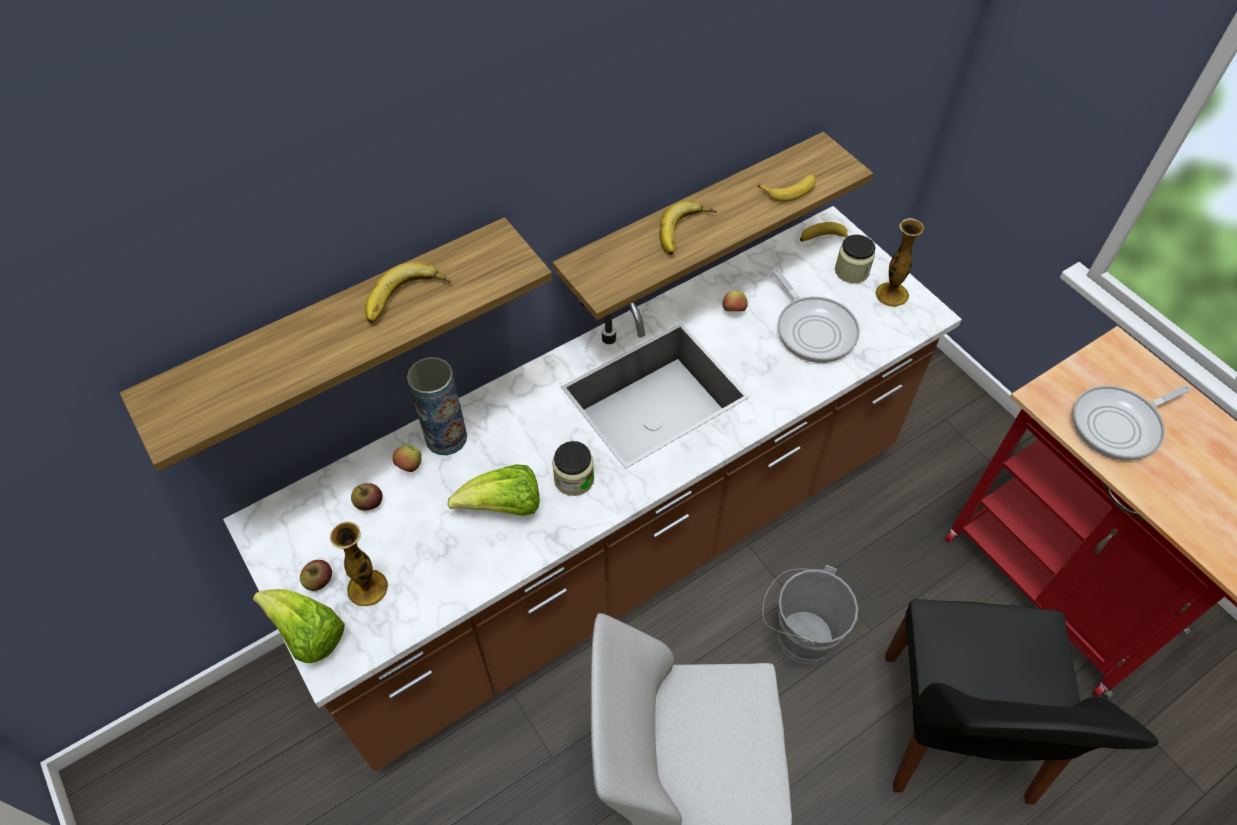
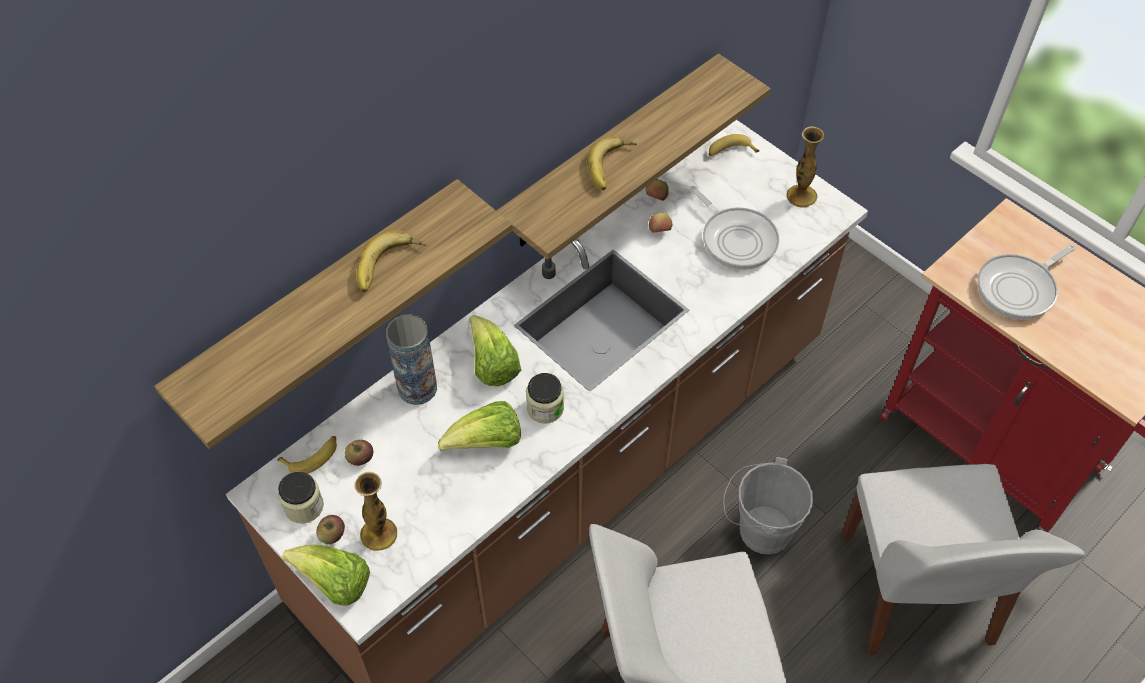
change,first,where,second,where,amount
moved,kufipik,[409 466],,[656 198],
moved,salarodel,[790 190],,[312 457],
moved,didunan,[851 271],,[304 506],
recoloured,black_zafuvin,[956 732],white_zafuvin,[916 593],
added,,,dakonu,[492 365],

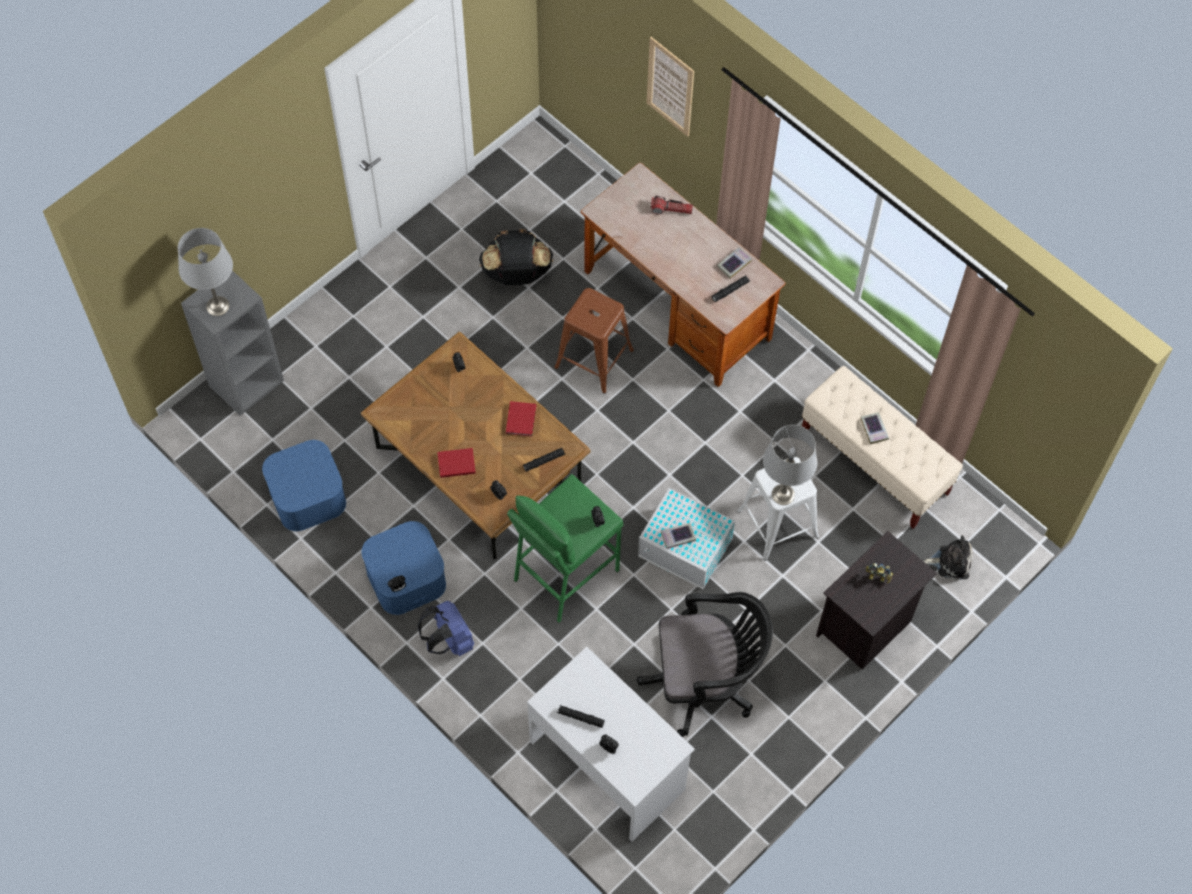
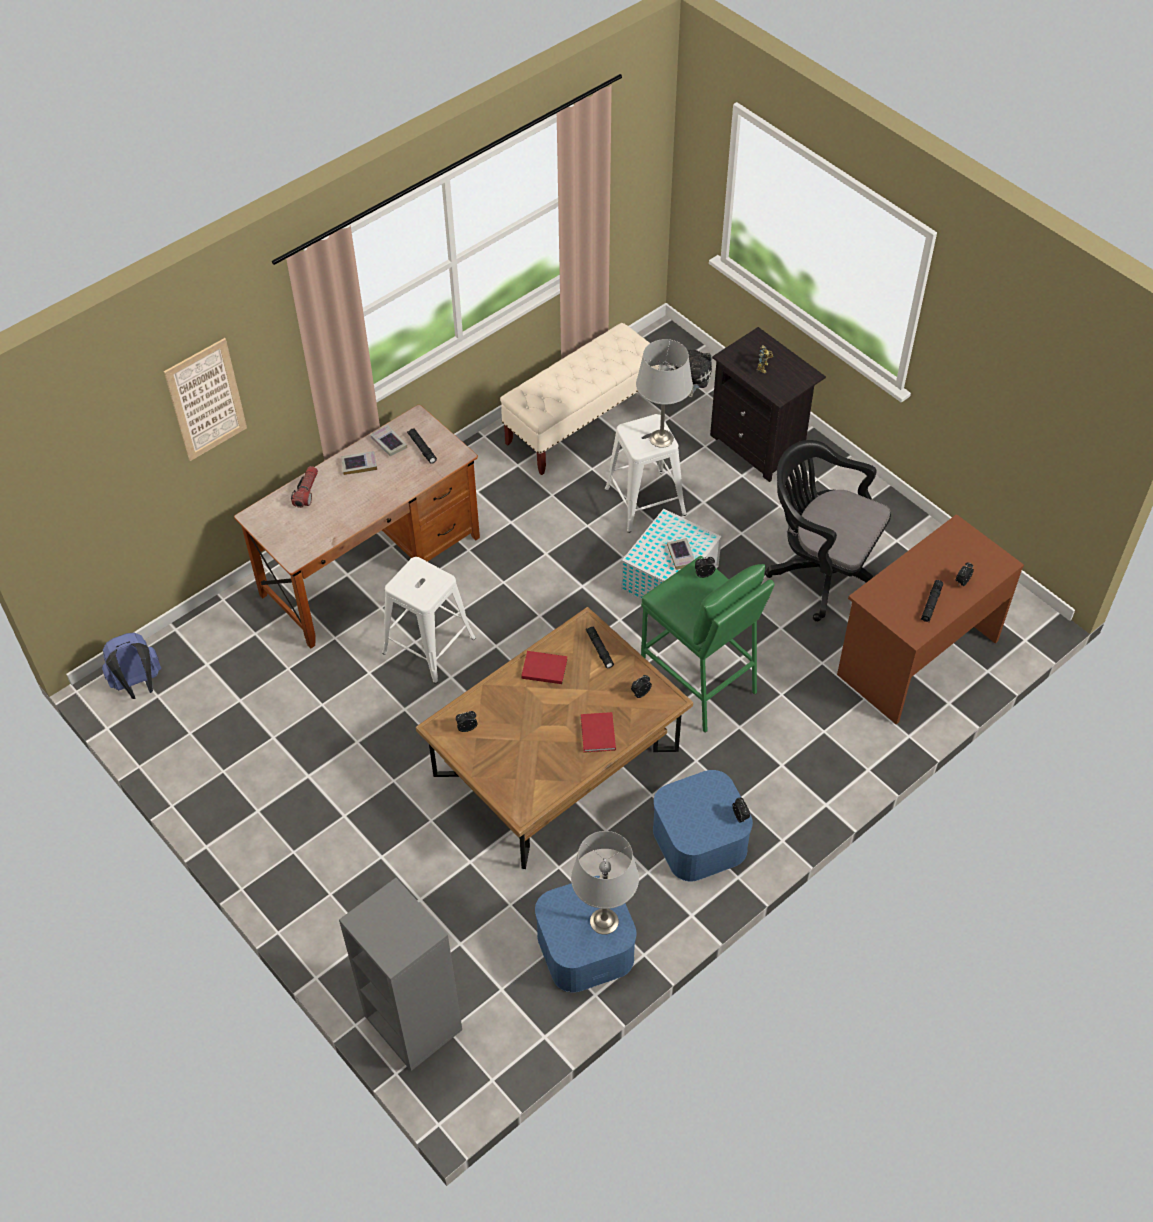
change,first,where,second,where,amount
moved,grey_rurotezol,[218 306],,[604 921],
moved,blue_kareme,[449 640],,[138 685],
removed,black_kareme,[516 274],,,
recoloured,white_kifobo,[608 764],brown_kifobo,[916 656],
recoloured,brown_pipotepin,[594 358],white_pipotepin,[428 645],
turned,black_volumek,[704 682],,[821 571],60 degrees counterclockwise
moved,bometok,[874 429],,[359 465],

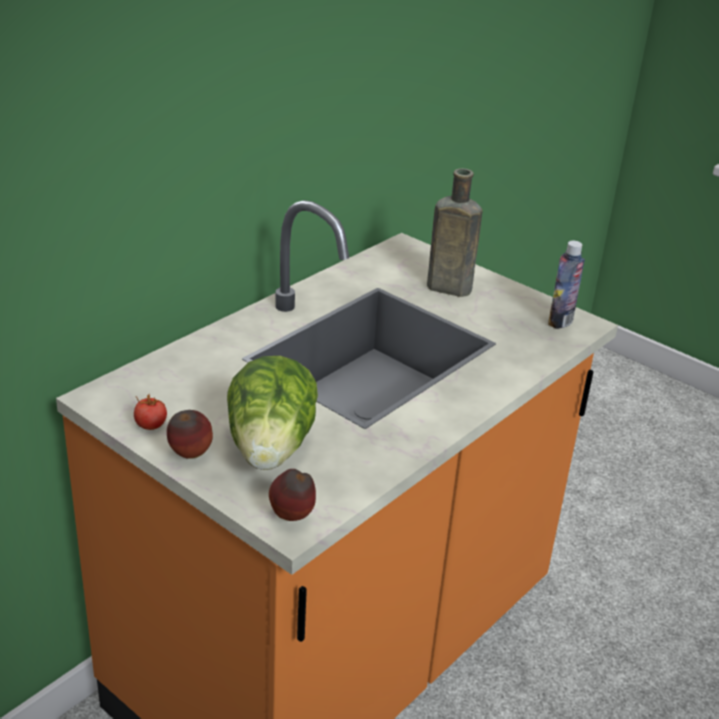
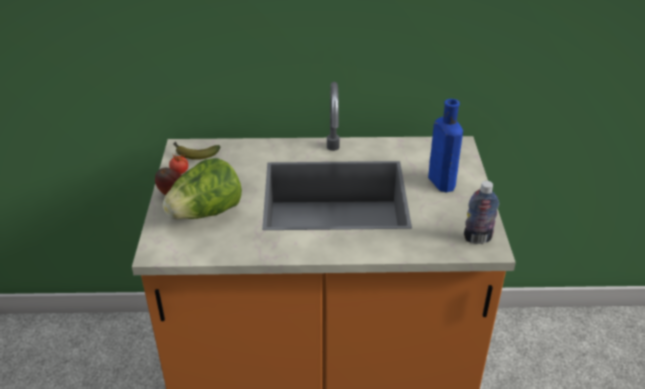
change,first,where,second,where,amount
removed,kufipik,[293 517],,,
recoloured,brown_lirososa,[445 287],blue_lirososa,[440 181],
added,,,salarodel,[194 154],

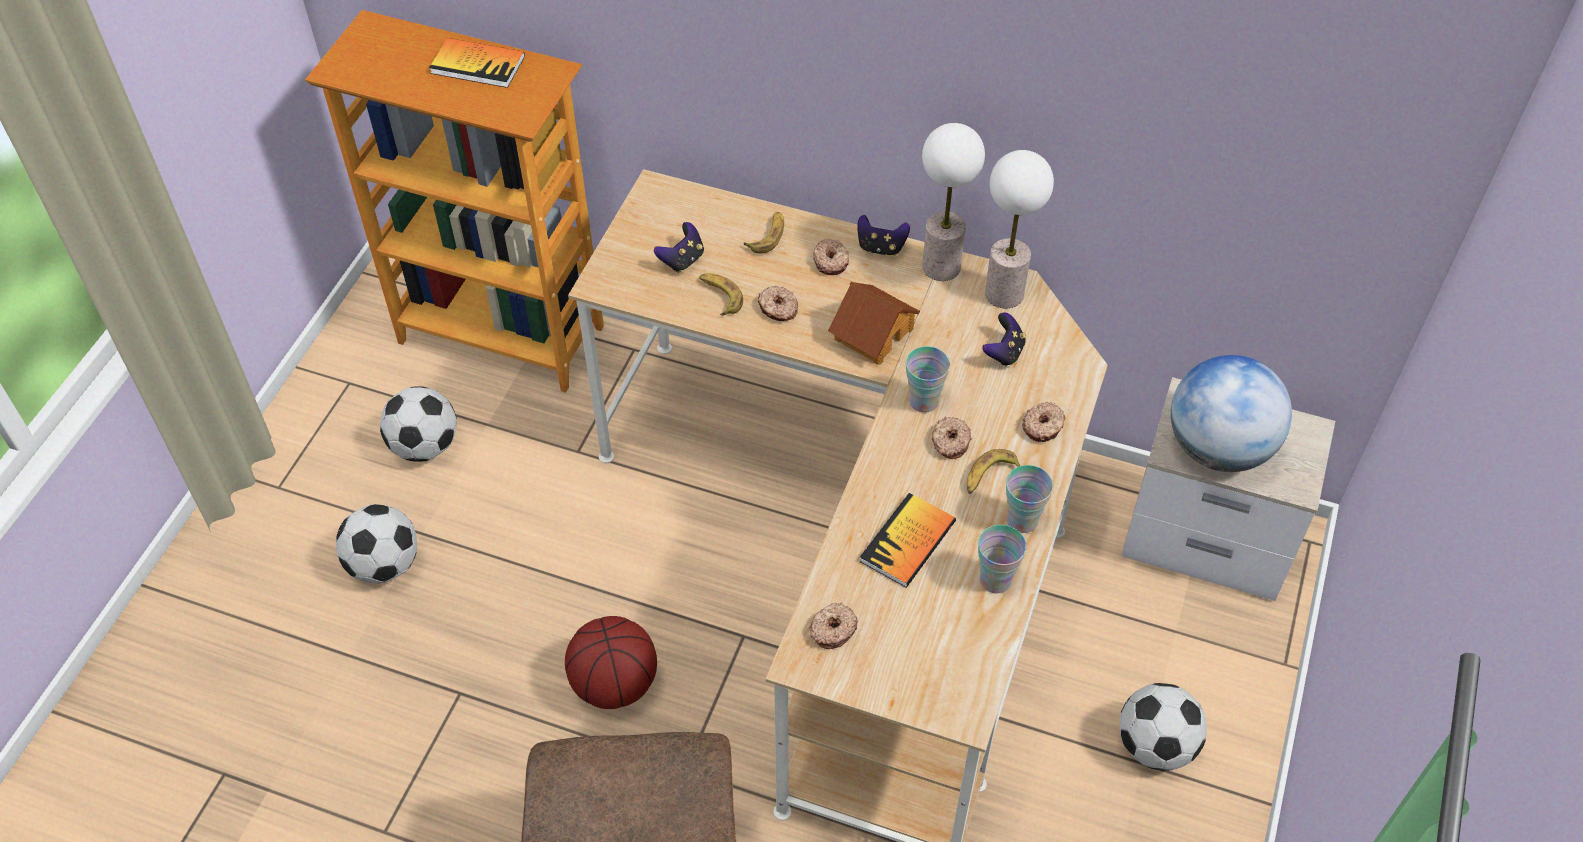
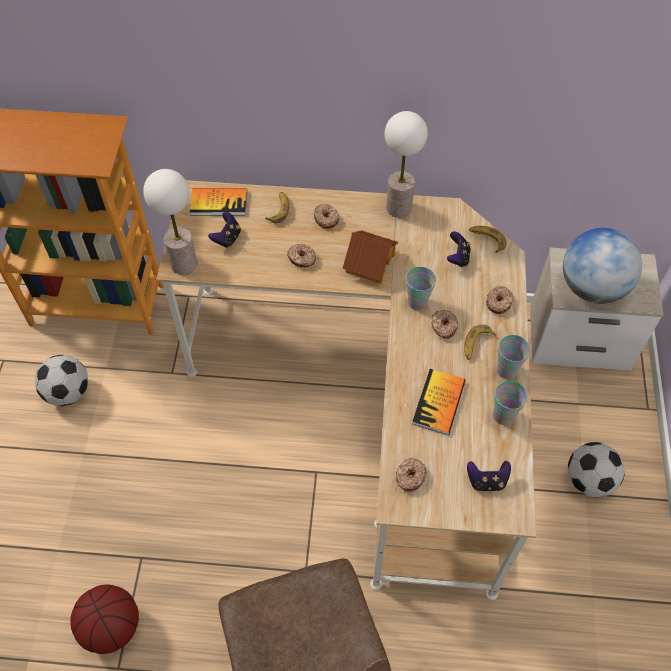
change,first,where,second,where,amount
removed,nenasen,[384 565],,,
moved,bometok,[478 65],,[219 203],
moved,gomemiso,[615 683],,[112 626],
moved,salarodel,[720 296],,[487 240],
moved,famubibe,[881 248],,[486 481],
moved,rurotezol,[1003 293],,[183 263],

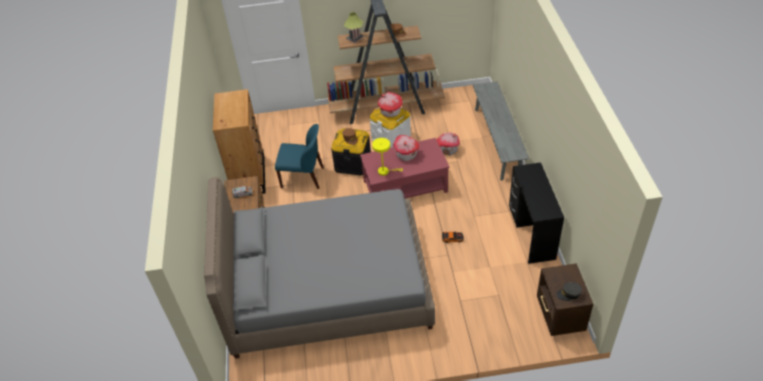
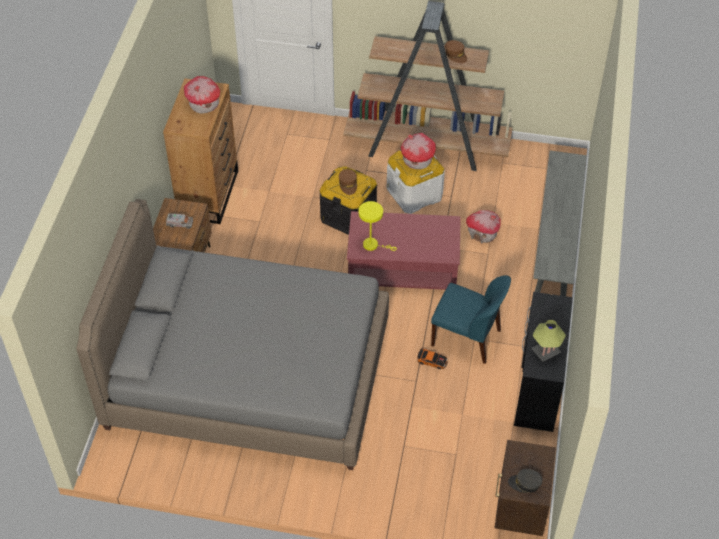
change,first,where,second,where,amount
moved,blue_zafuvin,[303 178],,[467 338],
moved,rurotezol,[355 38],,[545 352],
moved,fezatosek,[406 154],,[204 104],

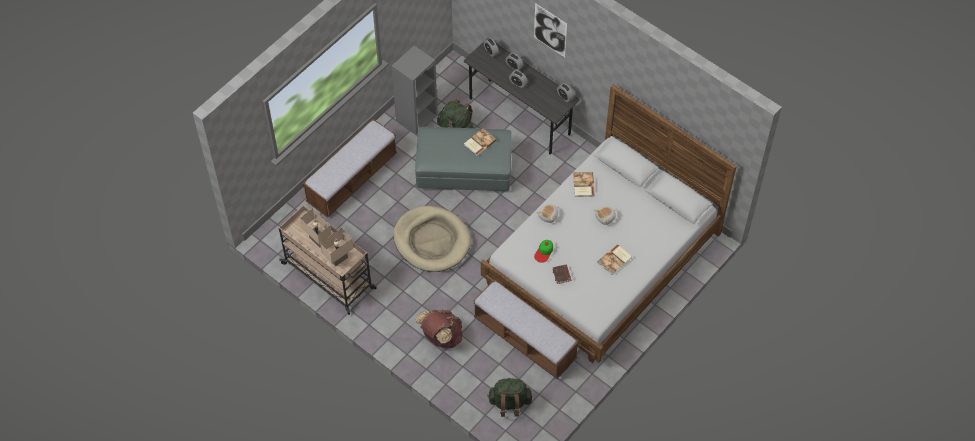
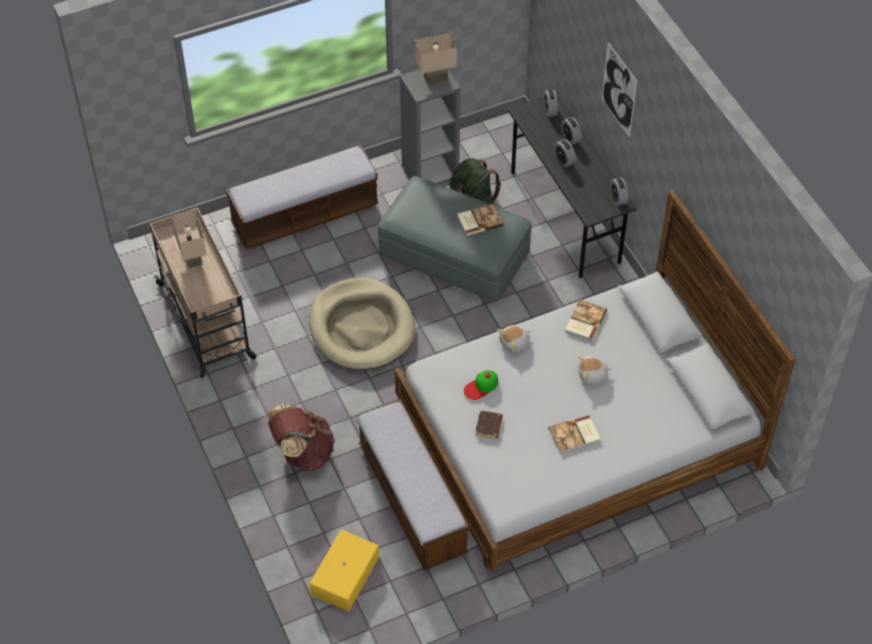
change,first,where,second,where,amount
moved,beige_rurotezol,[338 258],,[436 77],
replaced,green_kareme,[509 403],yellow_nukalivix,[344 576],

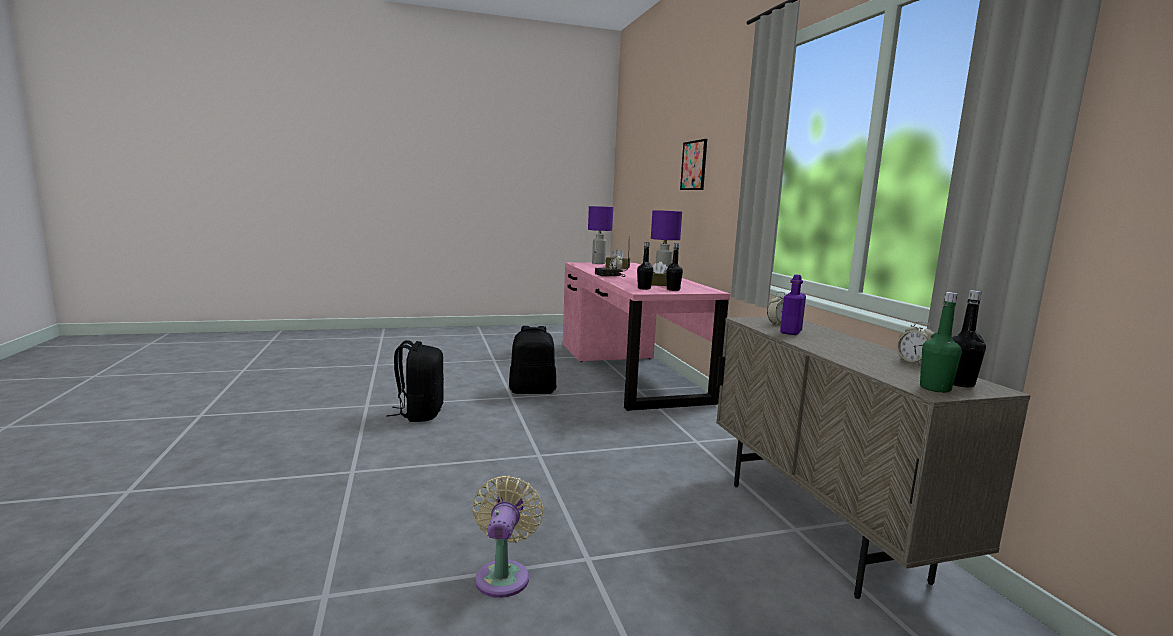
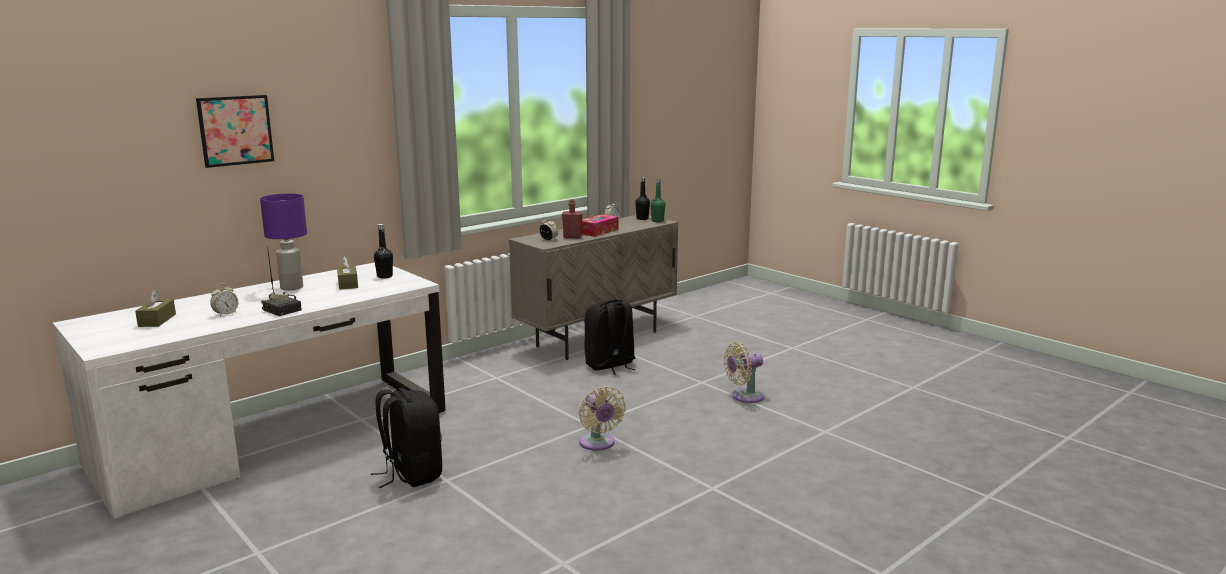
change,first,where,second,where,amount
moved,black_kareme,[420 414],,[610 365],
recoloured,pink_kifobo,[629 371],white_kifobo,[275 437],
removed,purple_rurotezol,[598 263],,,
removed,black_lirososa,[644 288],,,
recoloured,purple_lirososa,[791 332],red_lirososa,[572 237],
added,,,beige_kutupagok,[598 444],
added,,,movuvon,[598 231],

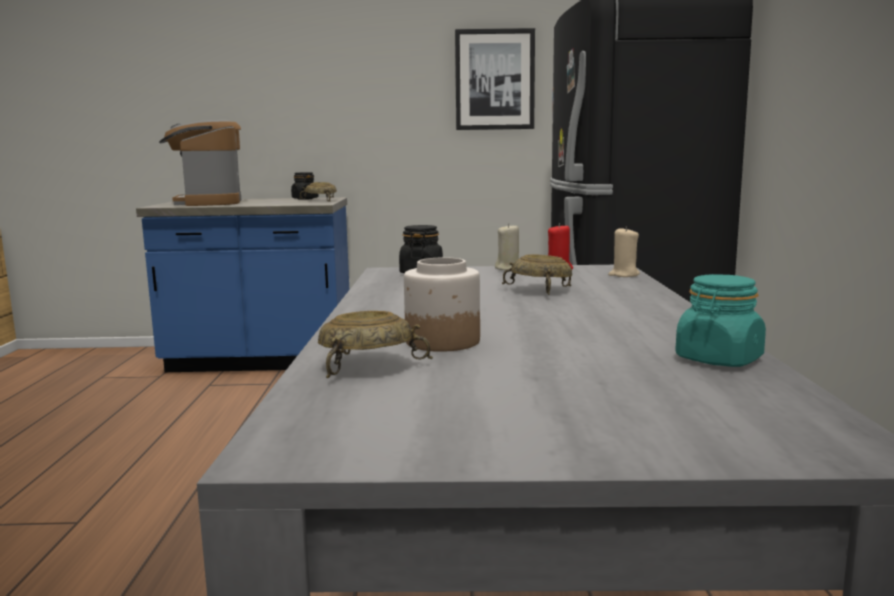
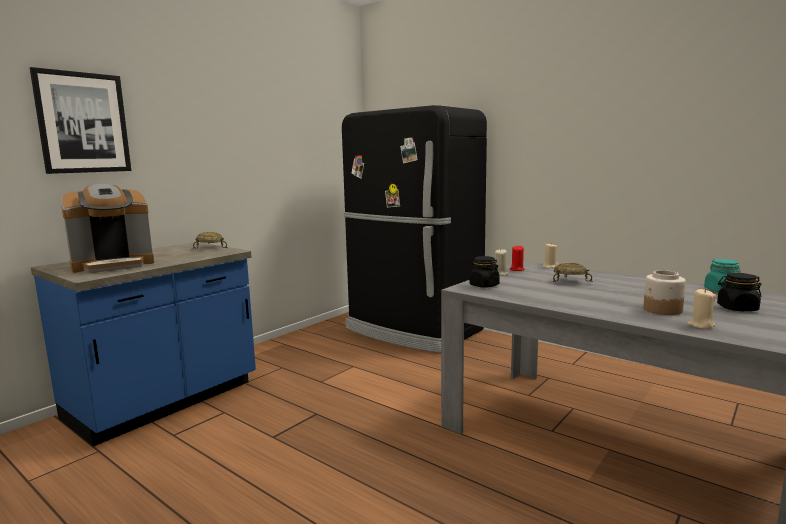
change,first,where,second,where,amount
turned,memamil,[208 203],,[113 265],60 degrees counterclockwise
moved,black_didunan,[305 199],,[737 308],
replaced,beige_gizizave,[368 367],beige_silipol,[700 325],
moved,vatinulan,[494 80],,[83 123],

